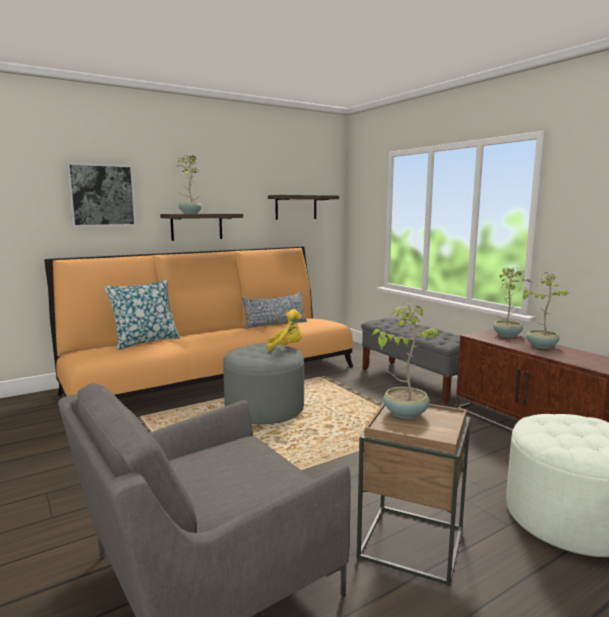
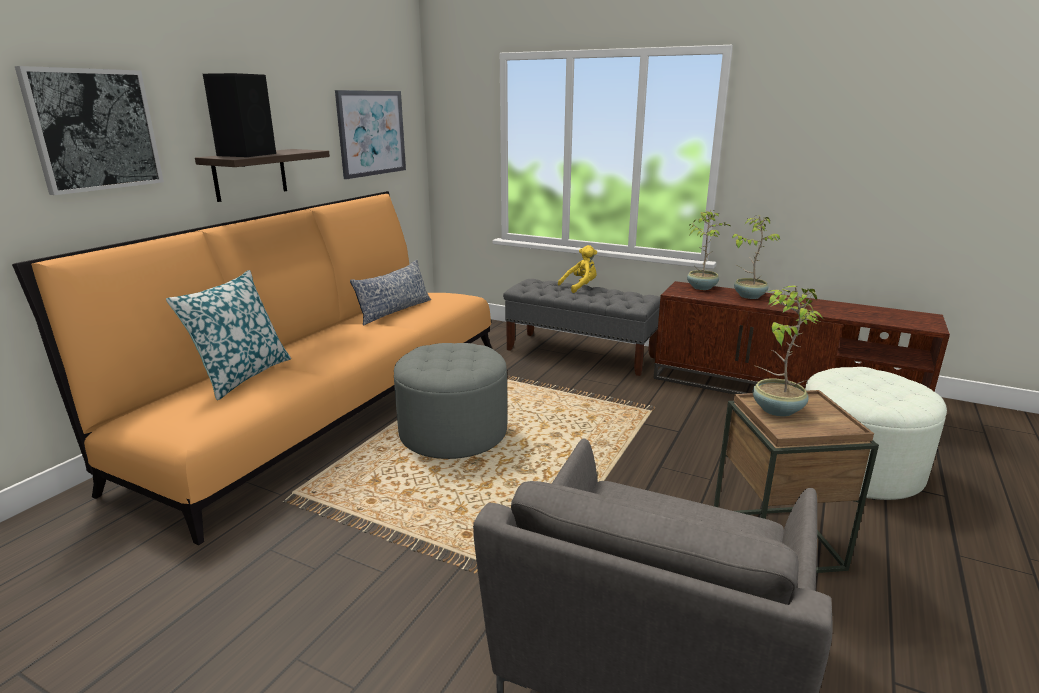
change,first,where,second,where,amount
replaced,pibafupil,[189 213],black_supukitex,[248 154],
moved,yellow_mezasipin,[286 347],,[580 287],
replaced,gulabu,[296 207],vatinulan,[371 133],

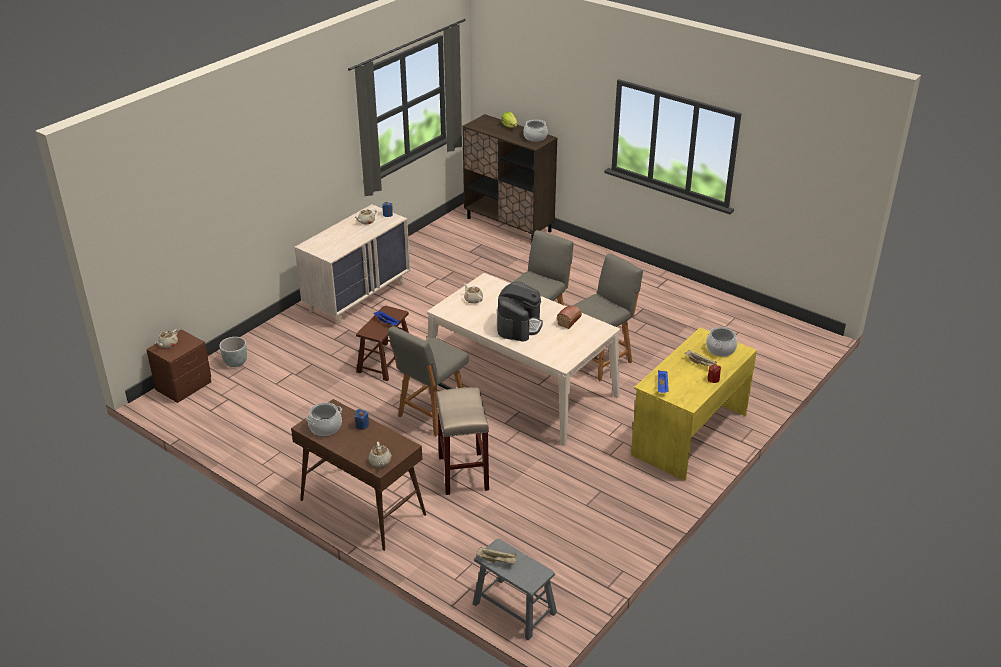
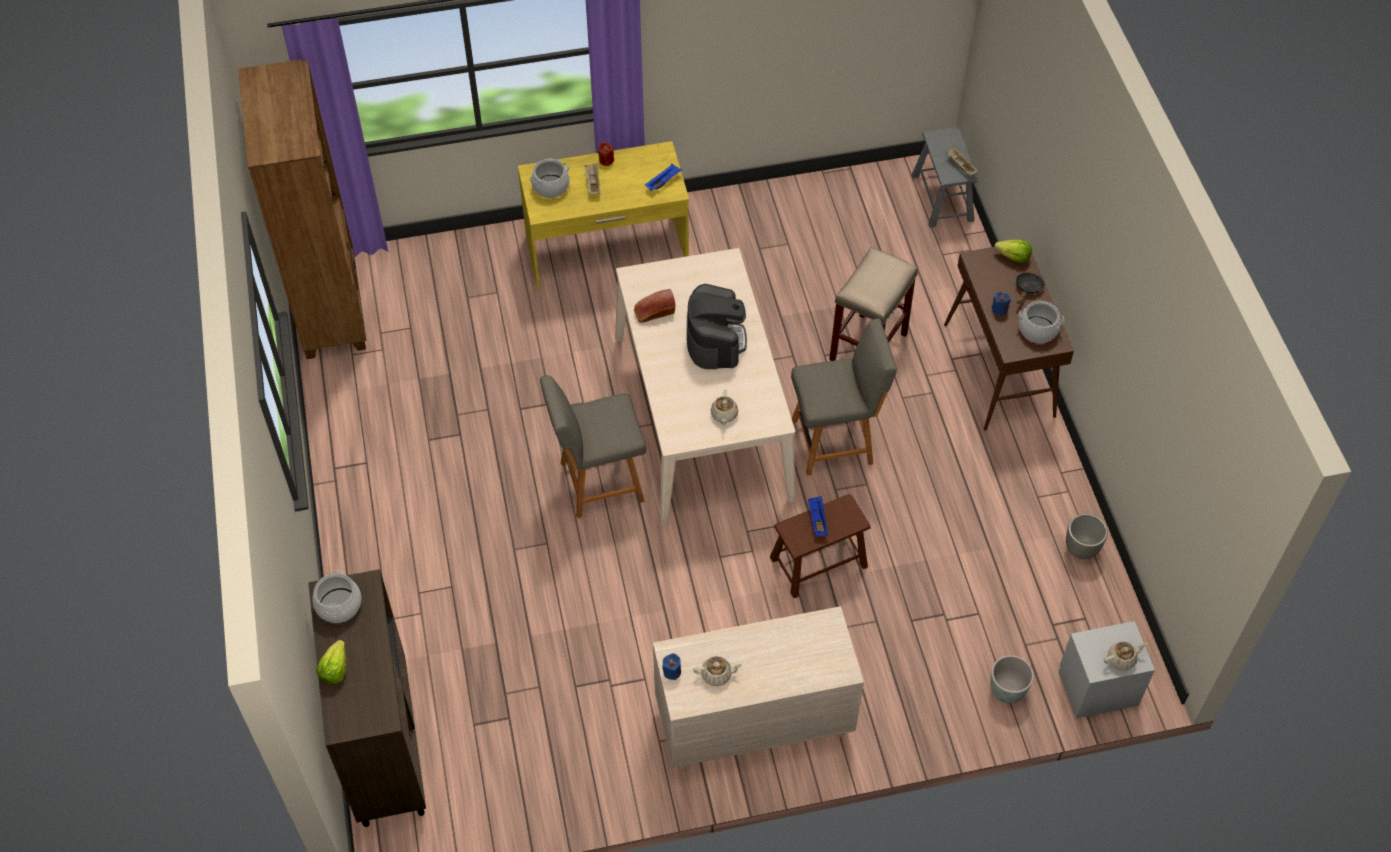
change,first,where,second,where,amount
recoloured,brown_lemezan,[183 386],grey_lemezan,[1097 688],
replaced,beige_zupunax,[380 462],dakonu,[1013 257],
turned,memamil,[519 325],,[715 340],120 degrees clockwise
removed,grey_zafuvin,[600 360],,,
added,,,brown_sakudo,[331 307],
added,,,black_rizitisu,[1028 288],
added,,,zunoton,[1081 549],

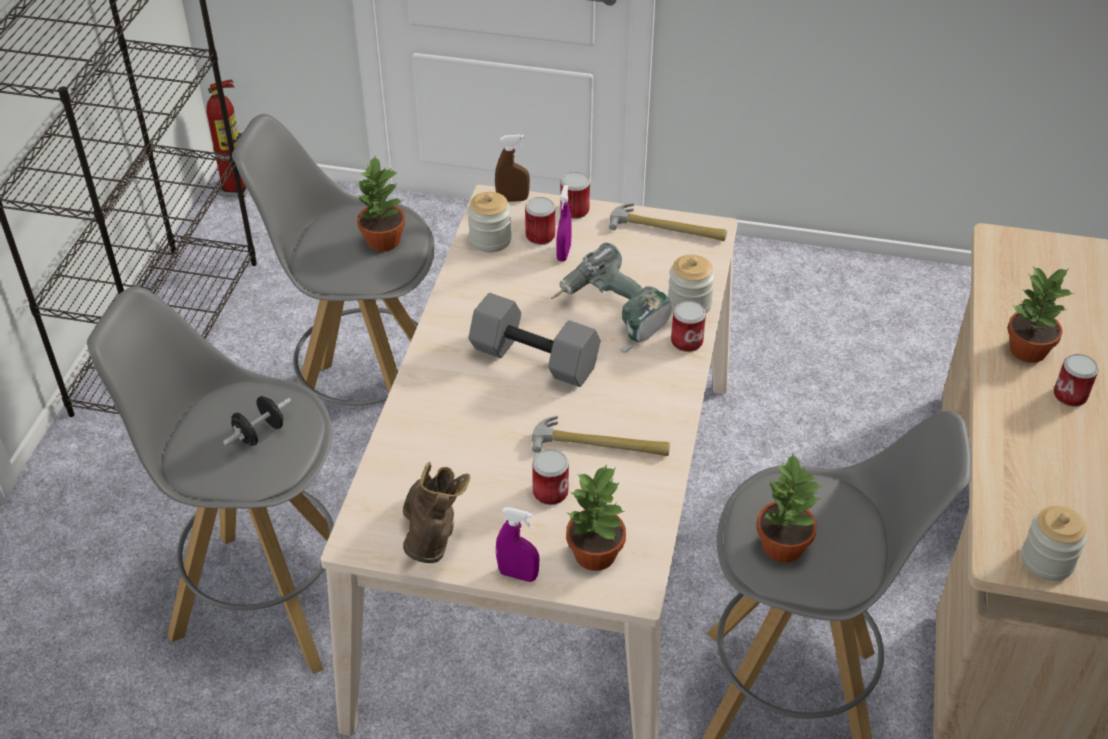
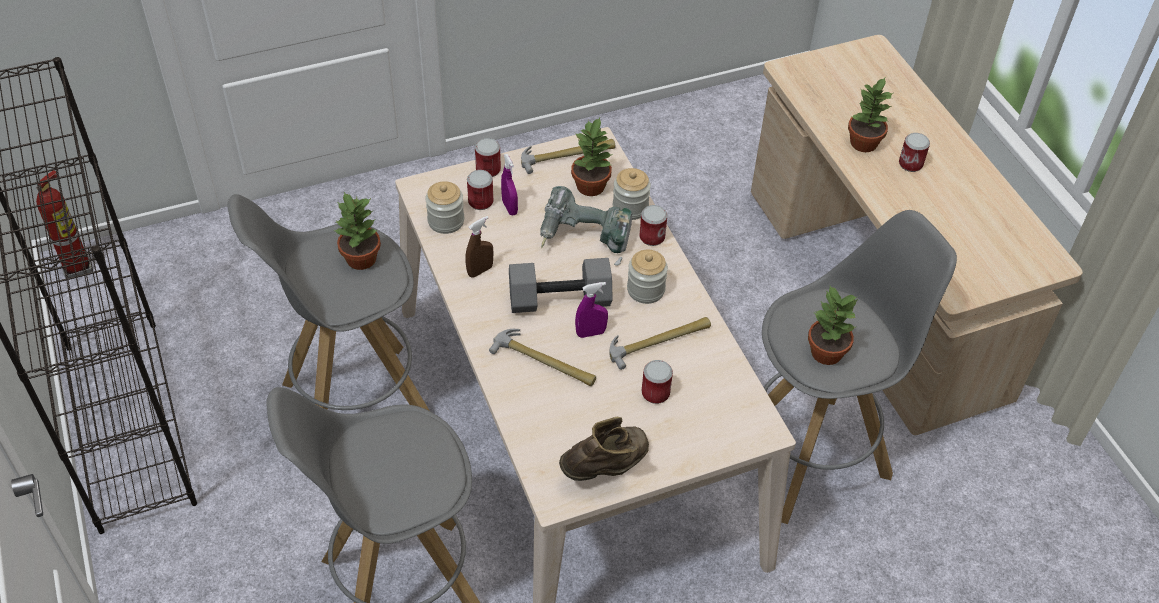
change,first,where,second,where,amount
removed,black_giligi,[260 433],,,
turned,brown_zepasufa,[432 539],,[606 468],90 degrees clockwise
moved,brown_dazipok,[512 199],,[480 270],
moved,purple_dazipok,[518 574],,[591 333],
moved,pibafupil,[596 554],,[591 186],
moved,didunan,[1047 560],,[645 290],
added,,,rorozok,[544 362],

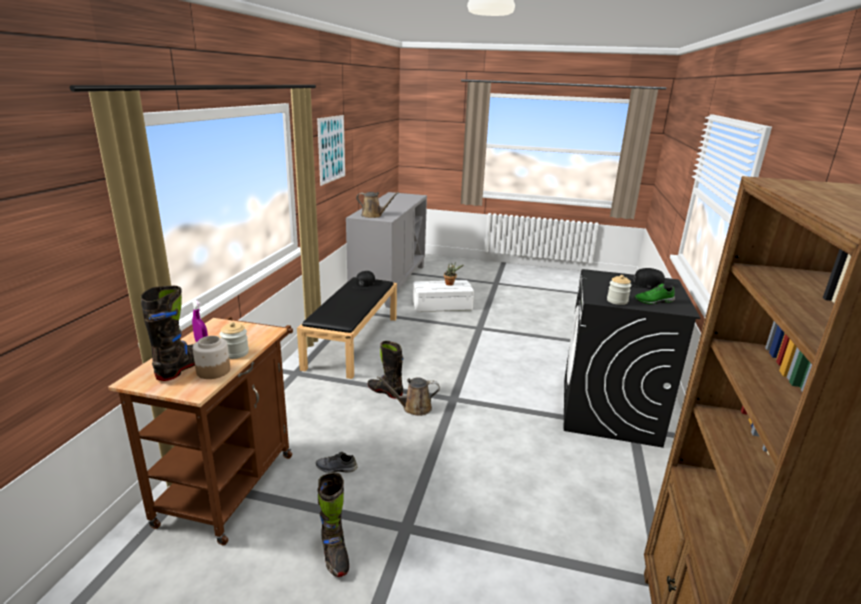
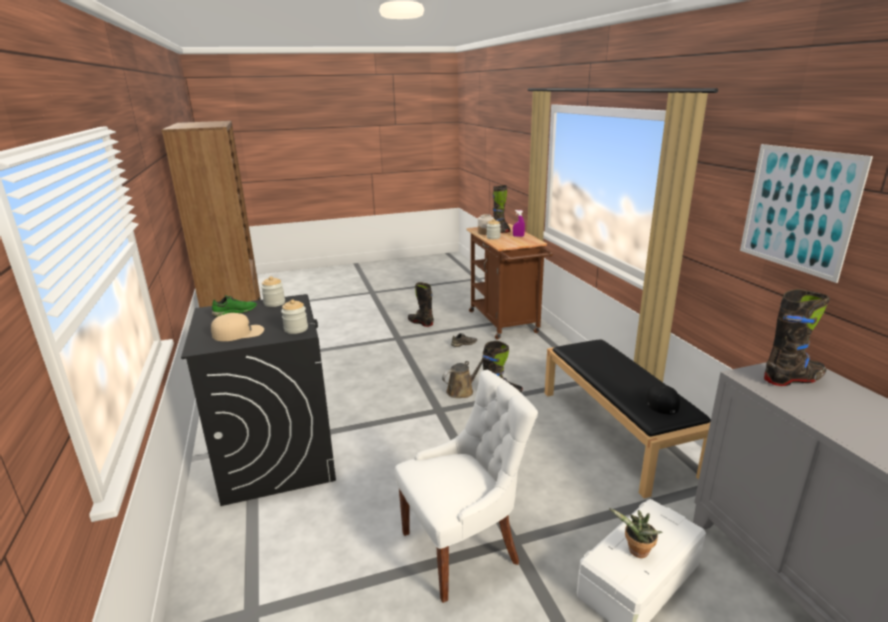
change,first,where,second,where,amount
replaced,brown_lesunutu,[373 215],black_zepasufa,[793 379],
recoloured,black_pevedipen,[642 284],beige_pevedipen,[238 333],
added,,,didunan,[296 329],
added,,,white_zafuvin,[463 548],

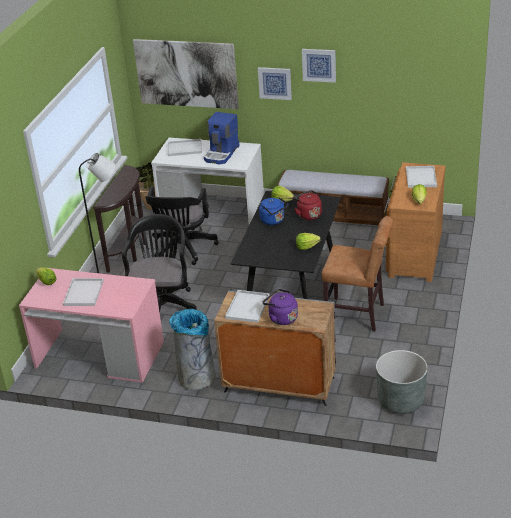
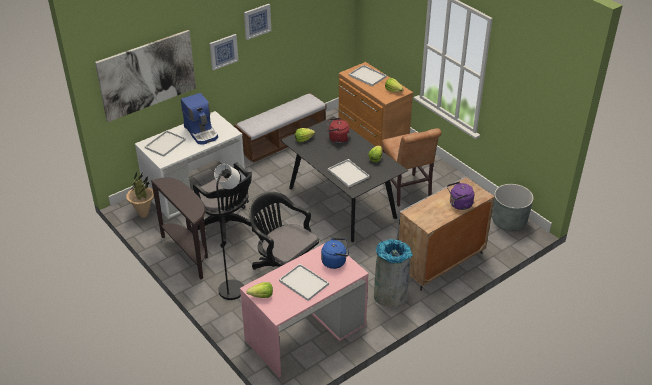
change,first,where,second,where,amount
moved,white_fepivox,[247 308],,[349 174],
moved,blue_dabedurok,[273 221],,[335 261],
turned,brown_zafuvin,[358 315],,[407 192],105 degrees clockwise

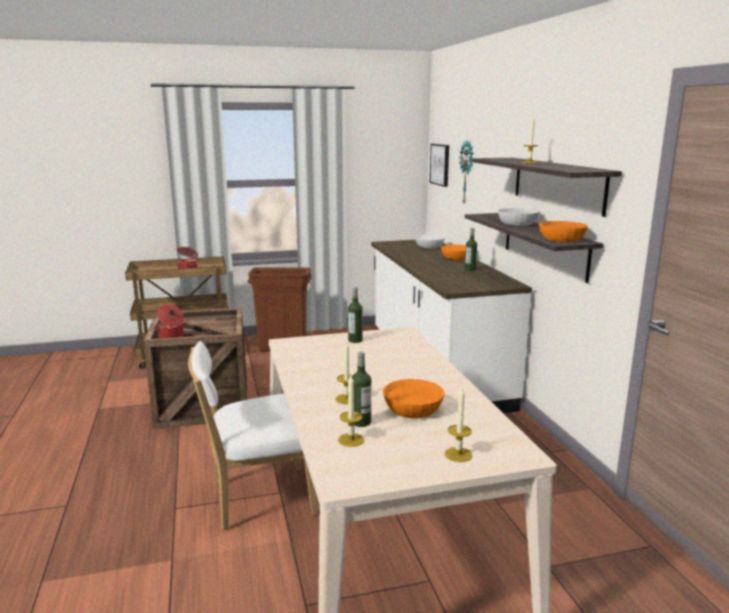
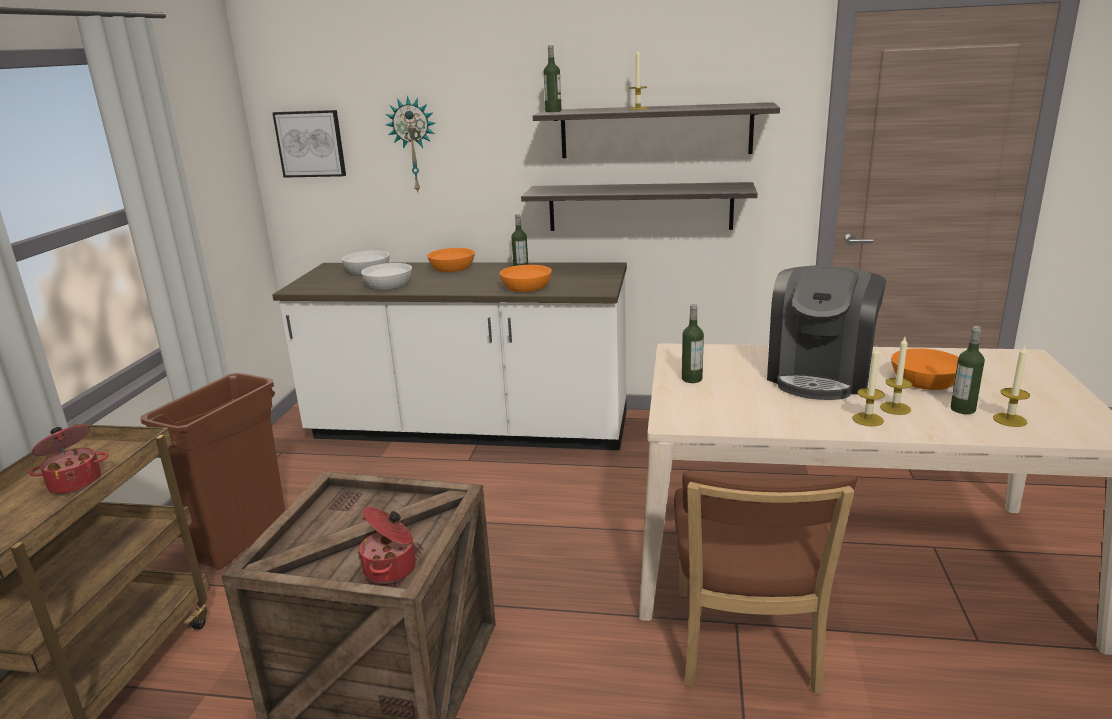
change,first,where,second,where,amount
recoloured,white_zafuvin,[258 498],brown_zafuvin,[745 647],
moved,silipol,[458 454],,[867 419],
moved,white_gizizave,[517 223],,[389 285],
moved,orange_gizizave,[562 239],,[527 287],
added,,,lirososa,[553 111],
added,,,memamil,[820 375],

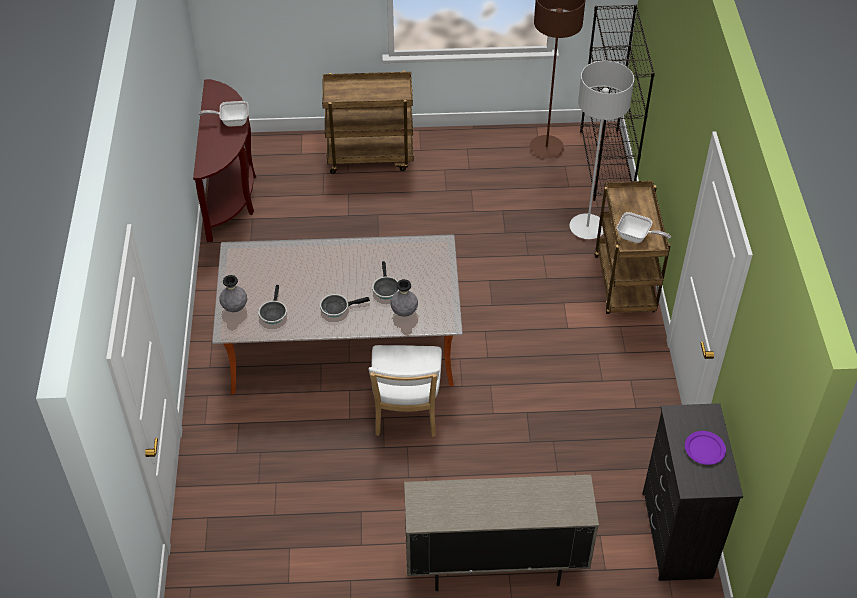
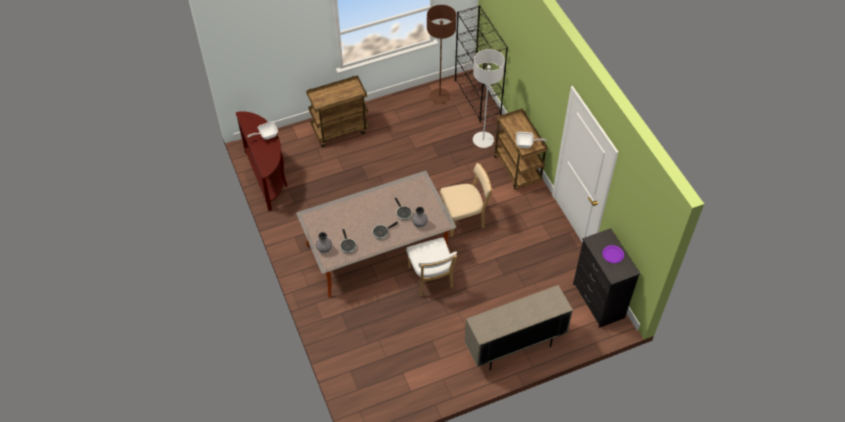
change,first,where,second,where,amount
added,,,beige_zafuvin,[464 219],

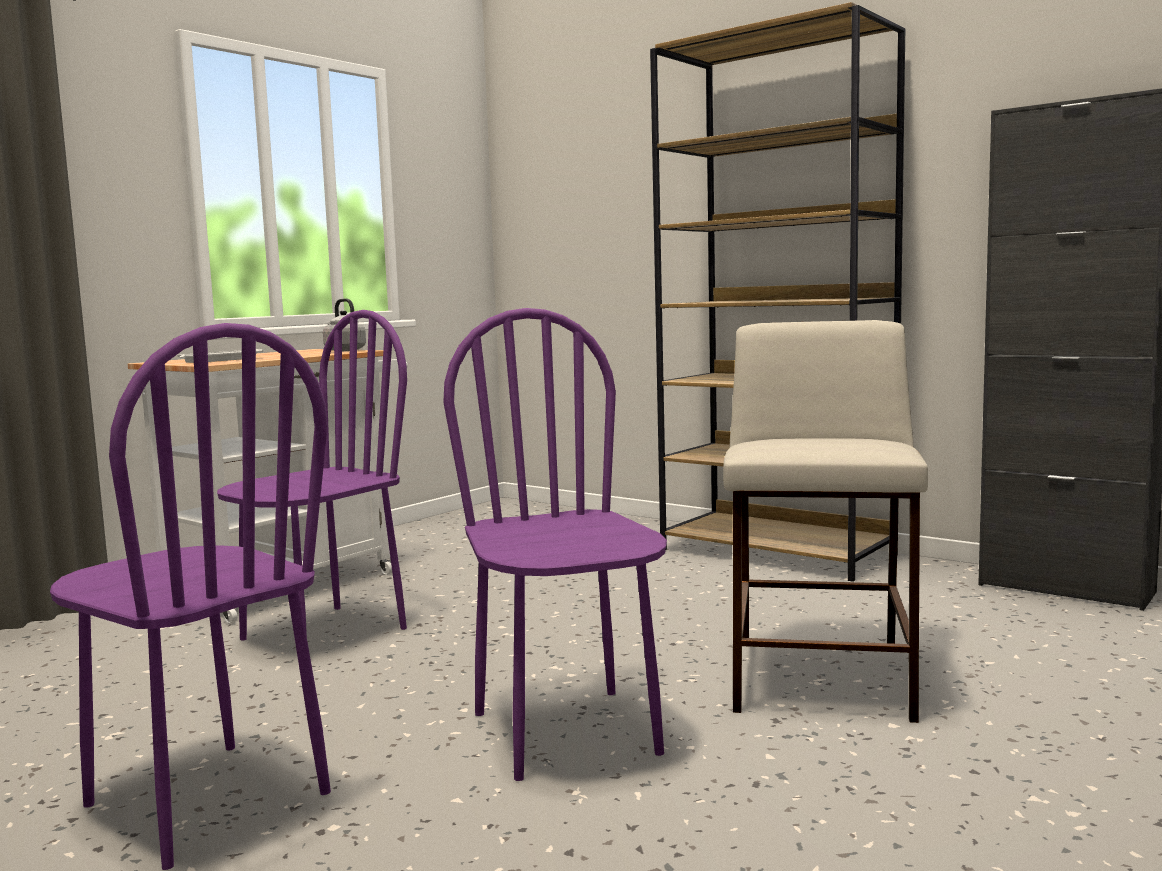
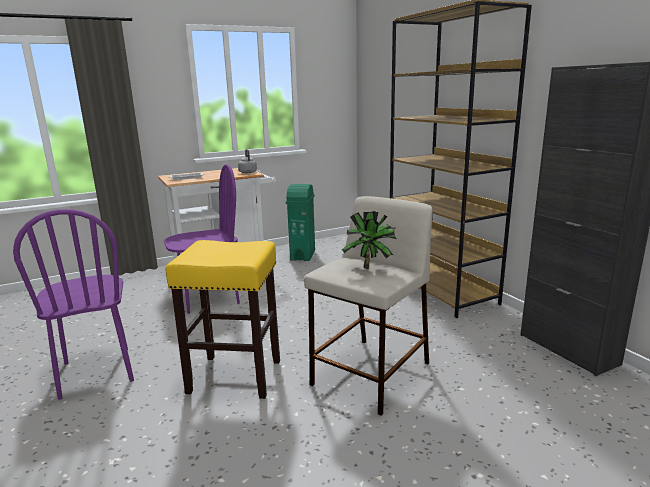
change,first,where,second,where,amount
replaced,purple_zafuvin,[567 732],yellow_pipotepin,[236 376],
added,,,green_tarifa,[303 255],
added,,,pibafupil,[370 267],

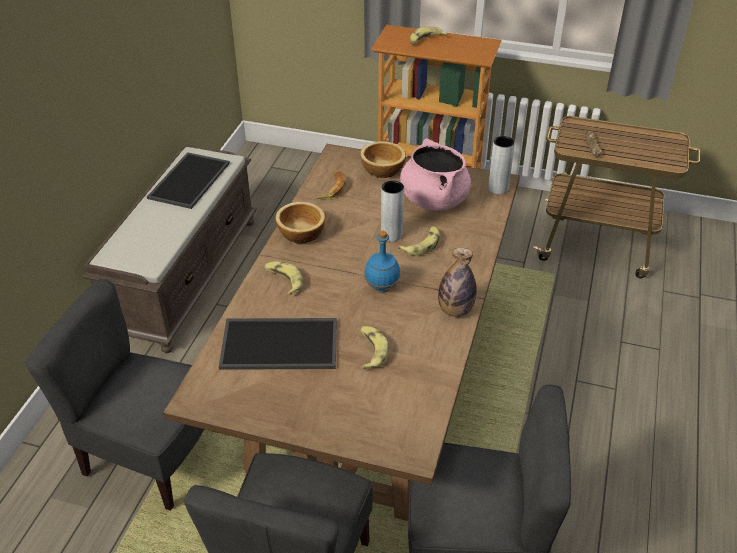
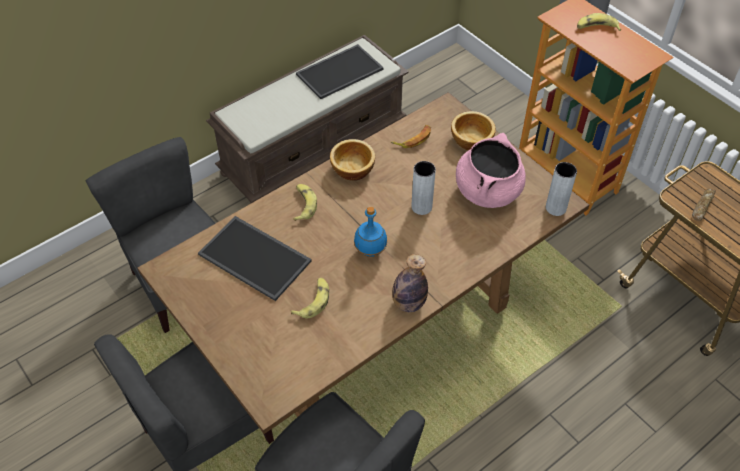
change,first,where,second,where,amount
removed,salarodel,[422 244],,,

